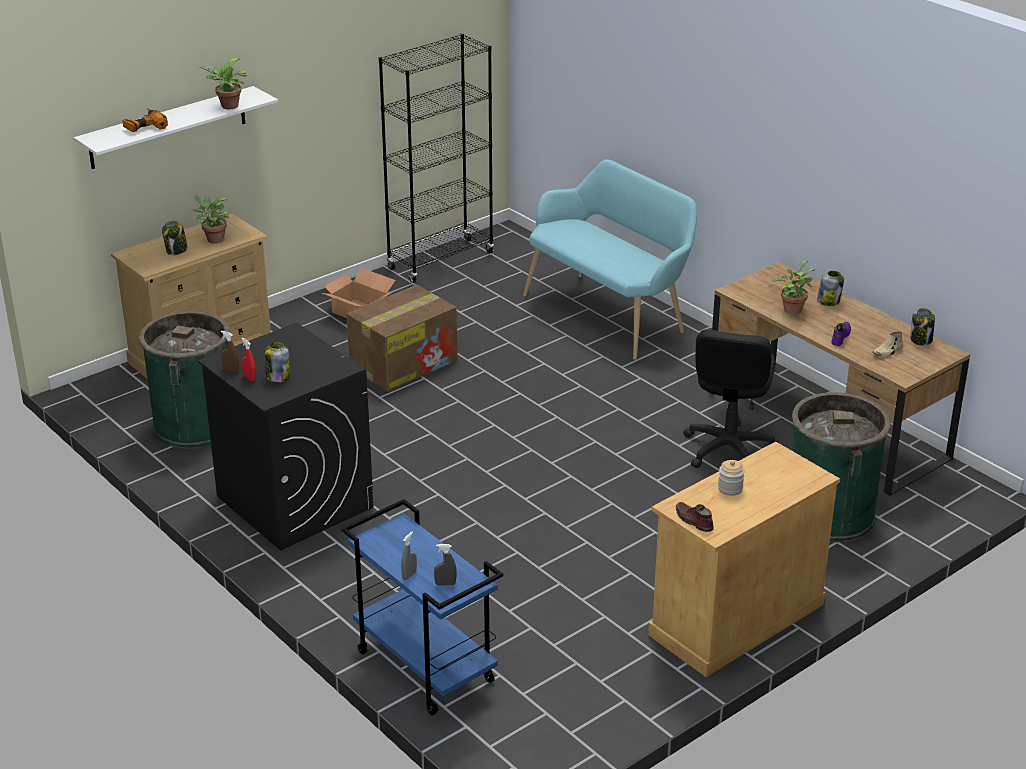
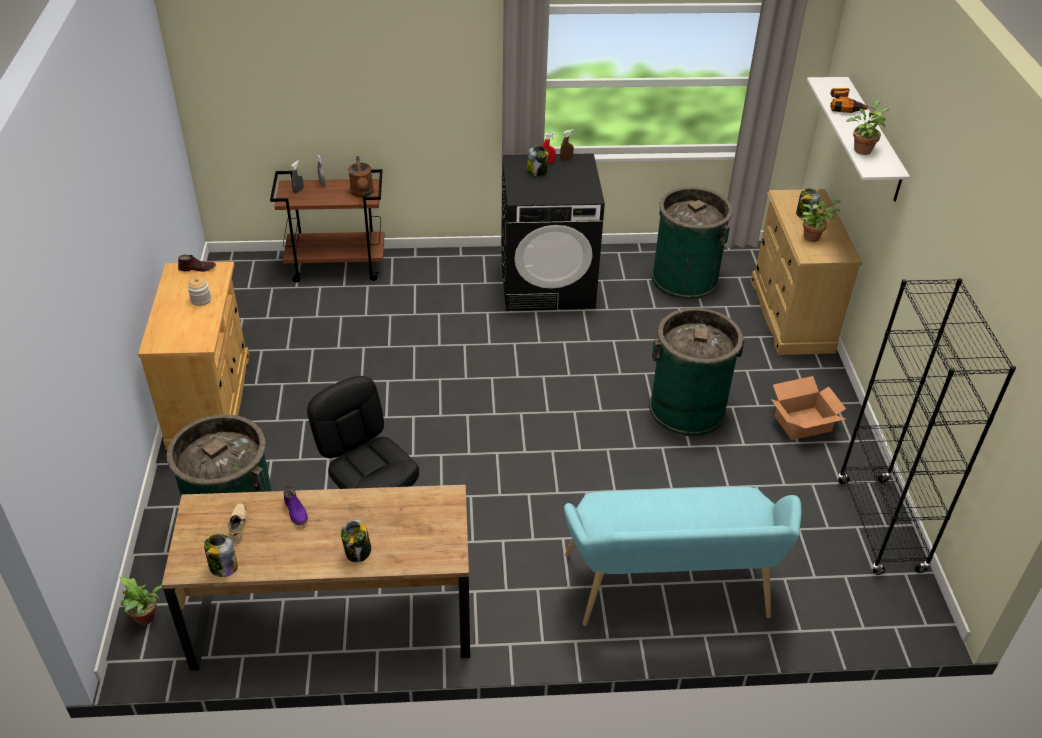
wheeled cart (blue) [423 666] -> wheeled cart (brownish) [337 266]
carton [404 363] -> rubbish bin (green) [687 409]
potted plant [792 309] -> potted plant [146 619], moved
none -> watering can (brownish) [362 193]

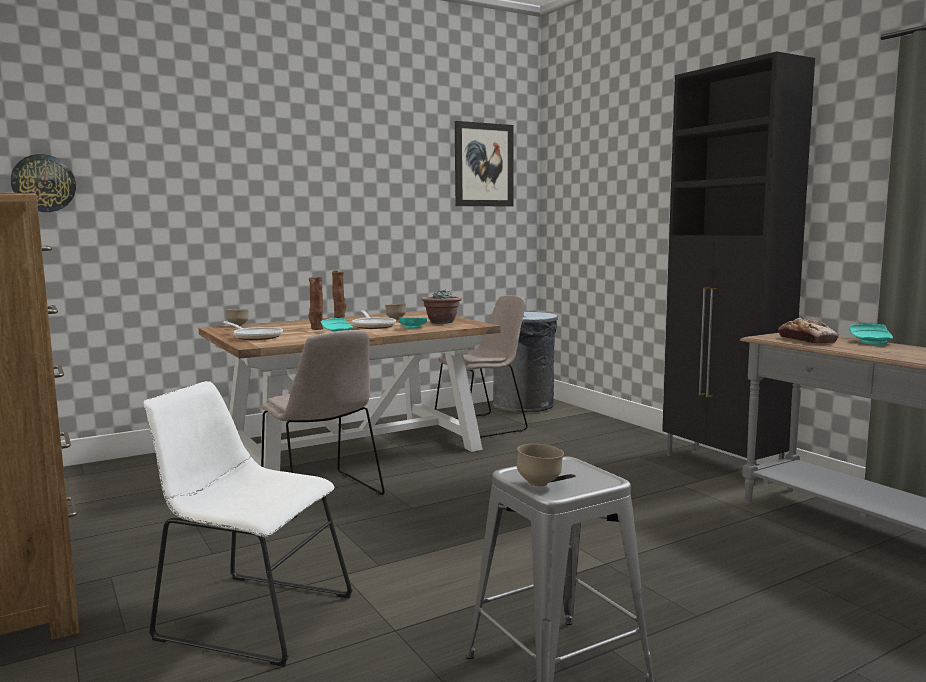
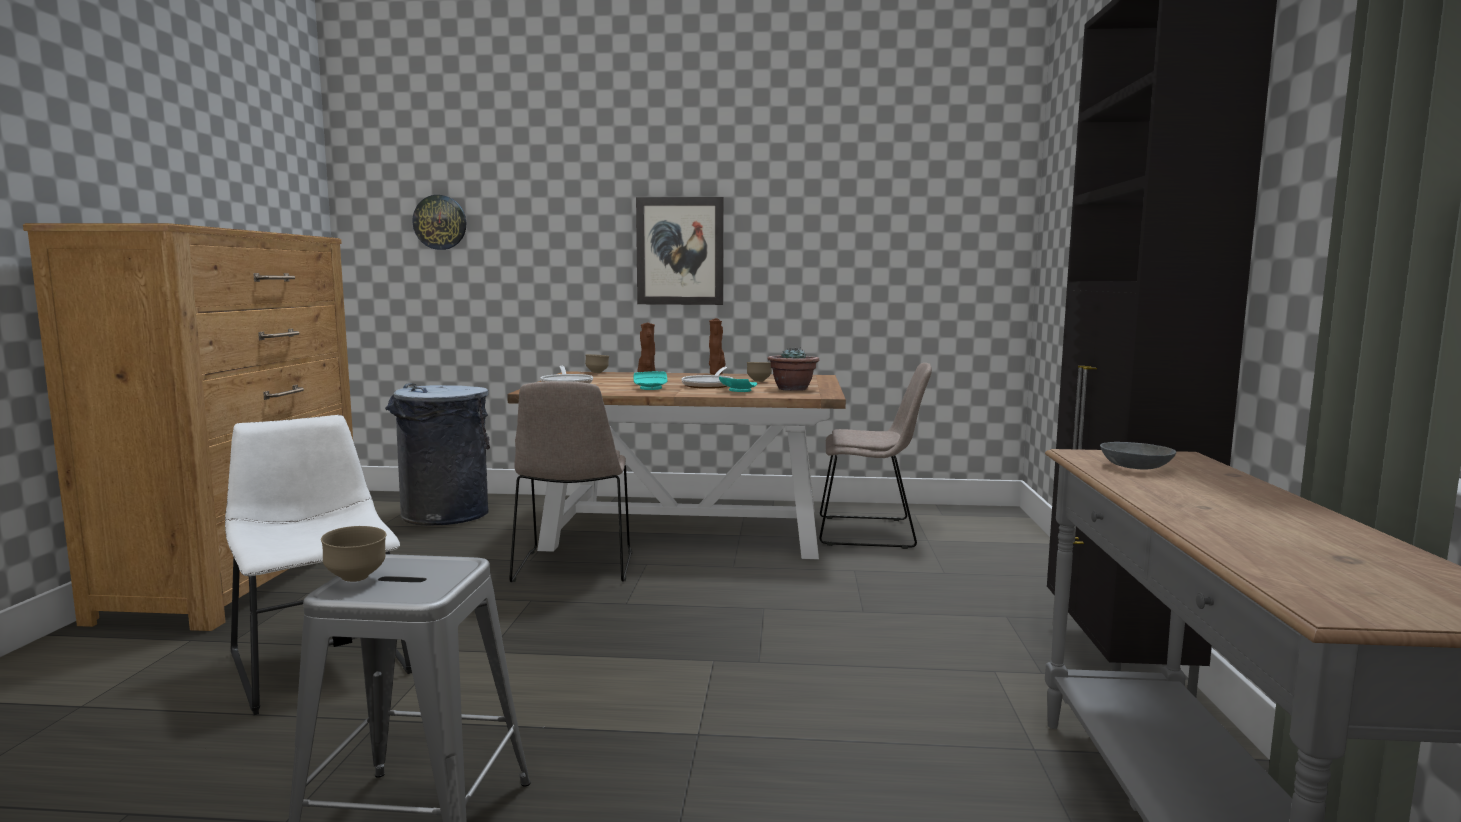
picture [483 165] -> picture [680 251], moved
rubbish bin (grey) [524 406] -> rubbish bin (grey) [445 515], moved
baked bread [807 340] -> deep dish (grey) [1137 467]
dinner plate (turquoise) [872 342] -> none

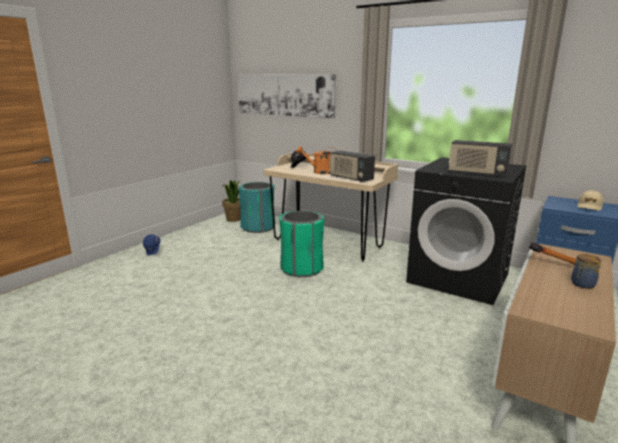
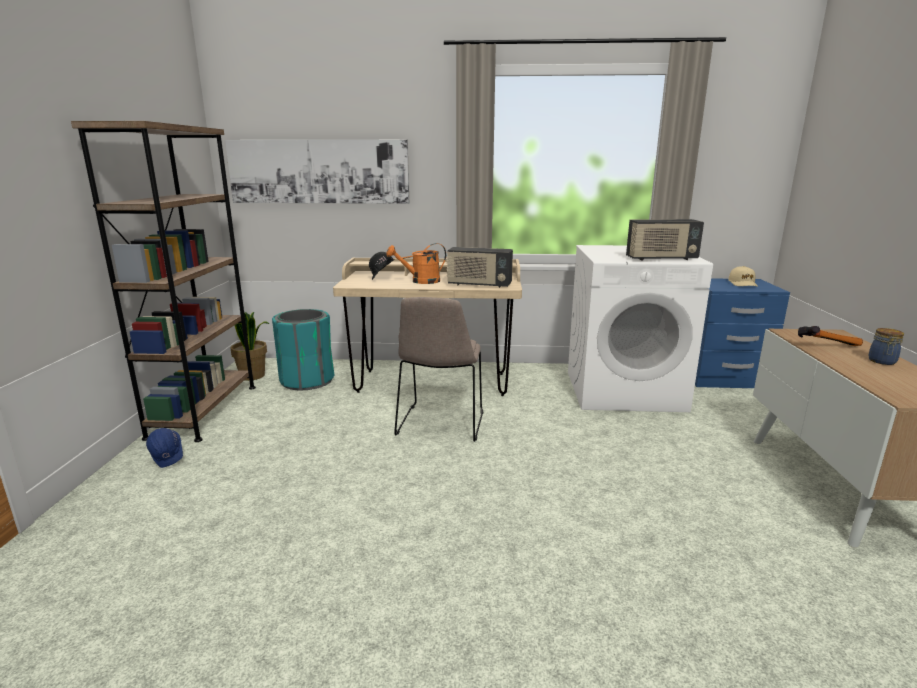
rubbish bin (green) [301 268] -> chair (beige) [440 425]
laundry machine (black) [459 278] -> laundry machine (white) [624 390]
none -> bookcase (brownish) [204 411]

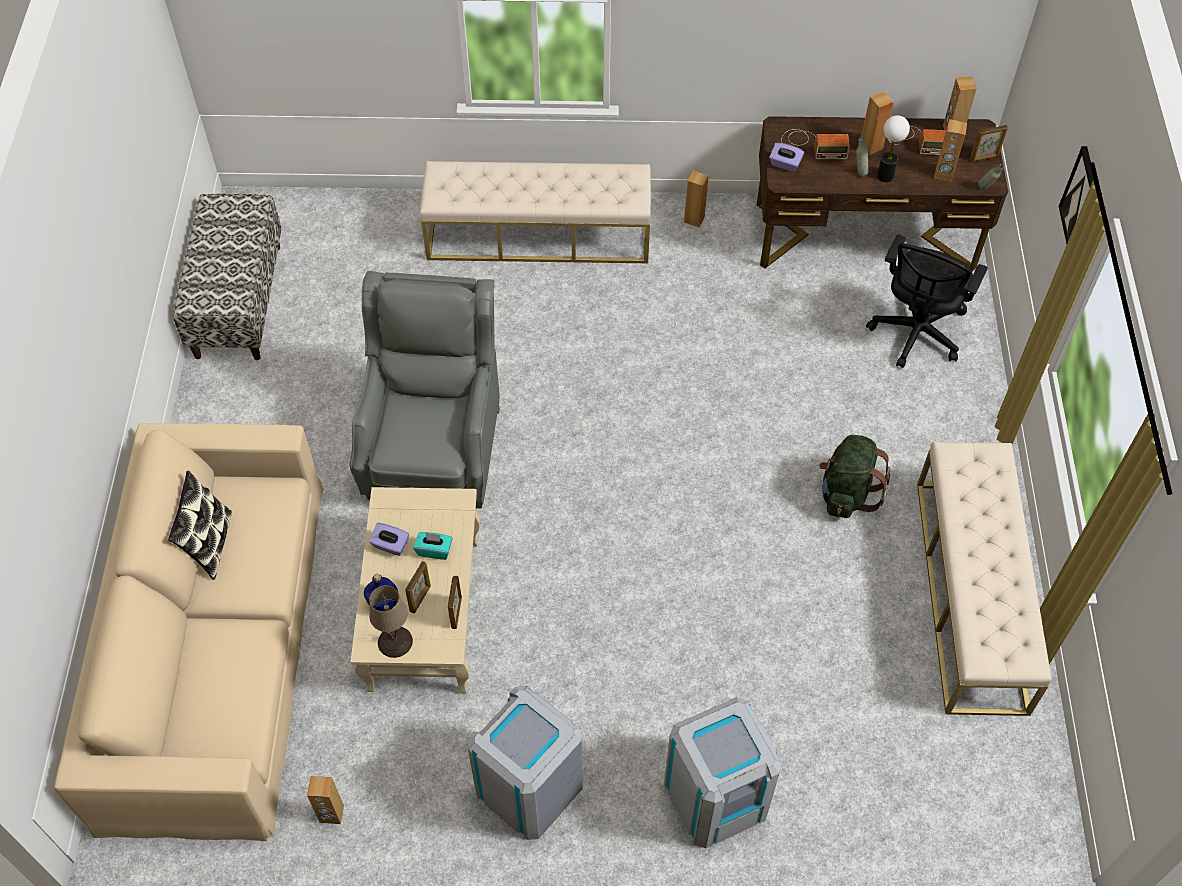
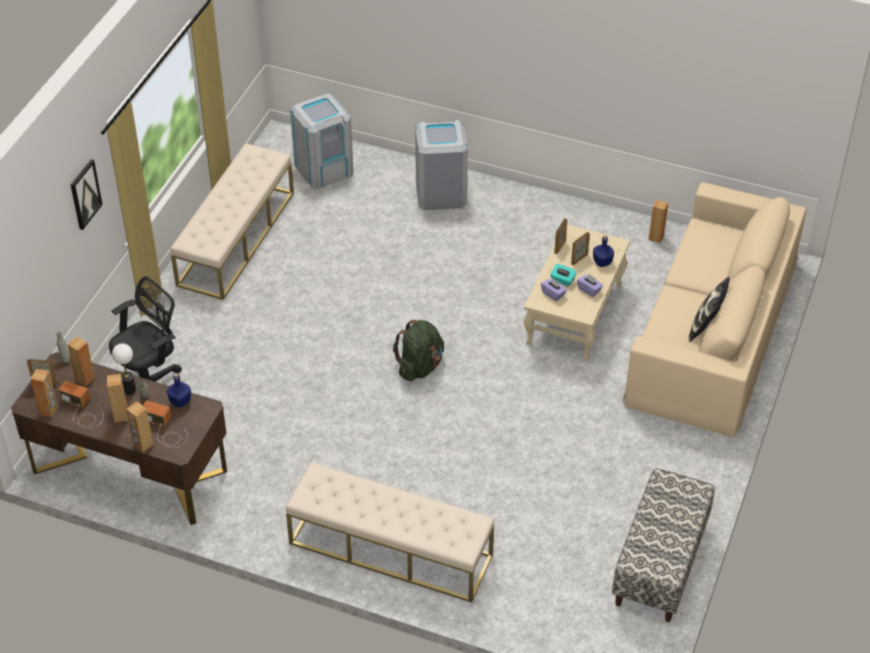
lounge chair (grey) [434 448] -> none
tabletop lamp (beige) [394 642] -> none
rubbish bin (grey) [529 788] -> rubbish bin (grey) [324 168], moved
audio speaker (brownish) [694 219] -> audio speaker (brownish) [143 444], moved
box of tissues (purplish) [785 164] -> box of tissues (purplish) [553 294], moved
knapsack (green) [846 493] -> knapsack (green) [420 367], moved
none -> bottle (blue) [180 401]

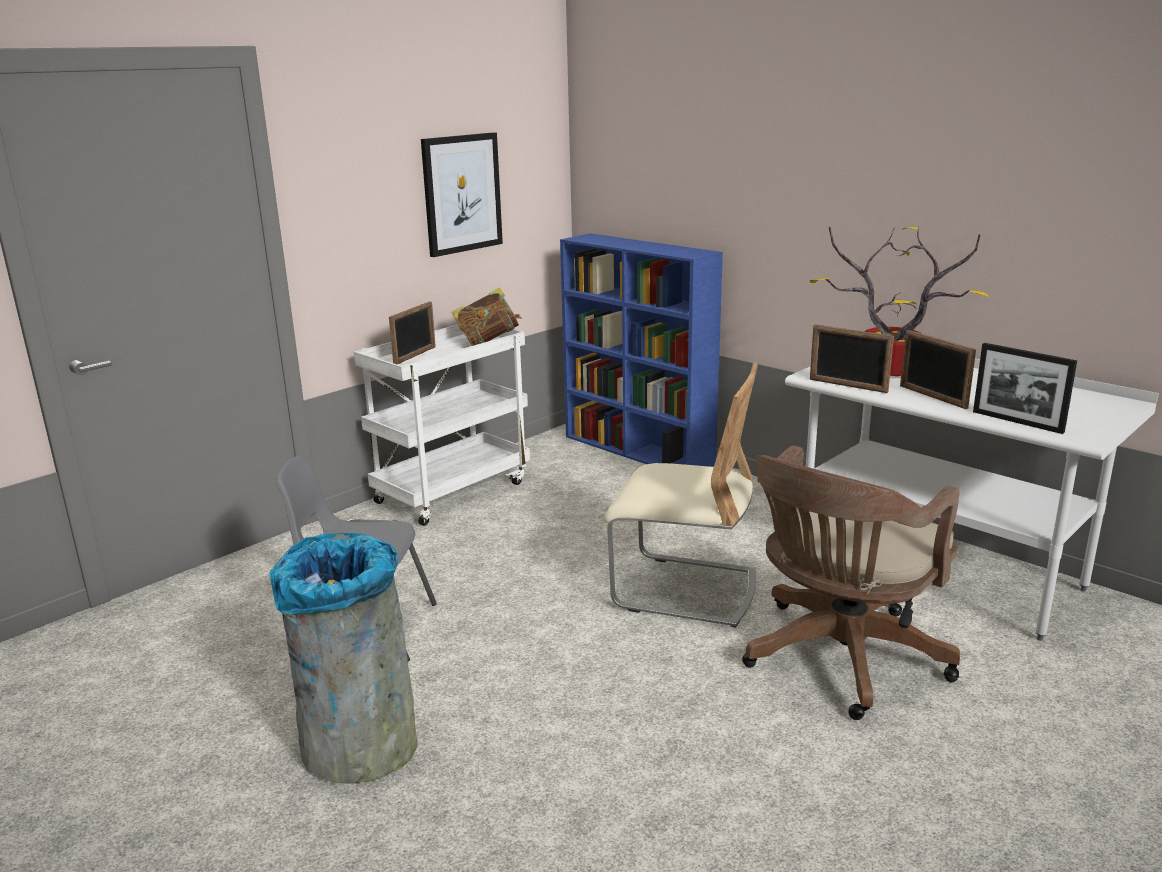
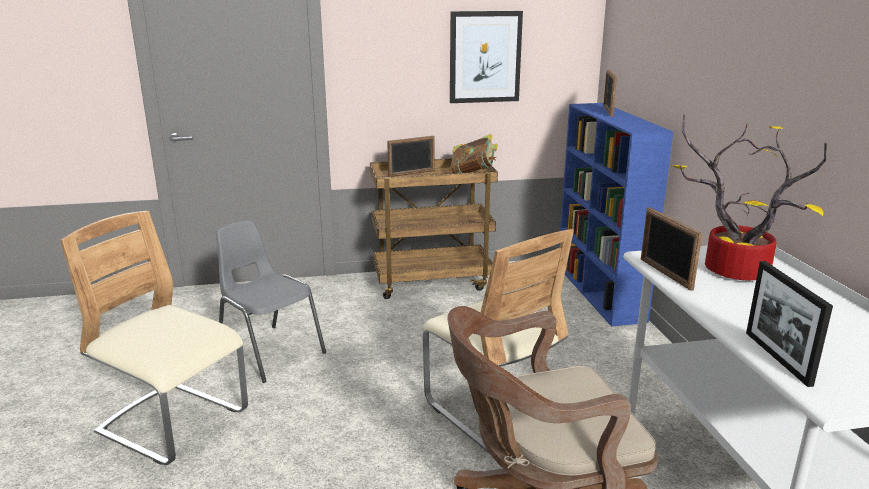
rubbish bin (grey) [359 747] -> chair (beige) [174 423]
wheeled cart (white) [452 491] -> wheeled cart (brownish) [432 281]
picture frame [932 397] -> picture frame [608 111], moved

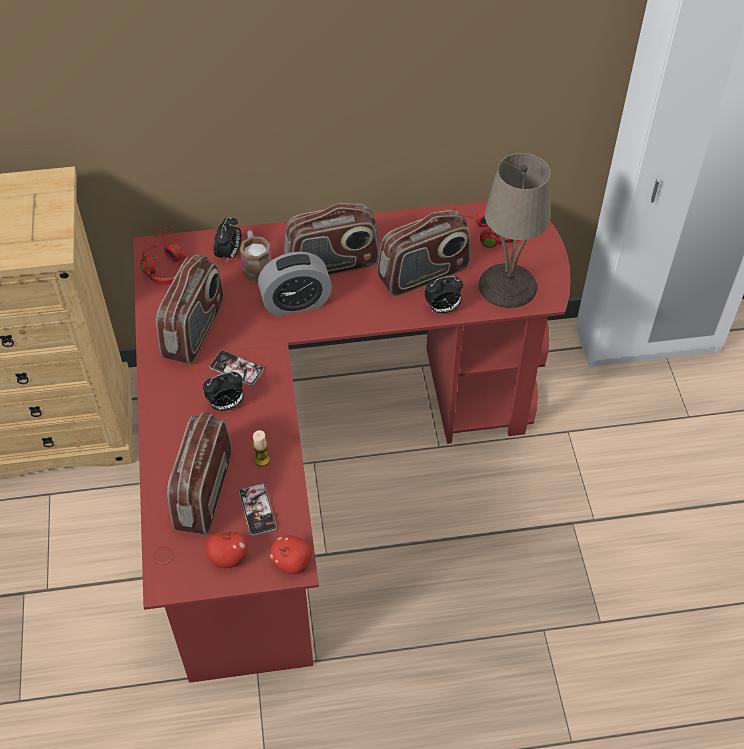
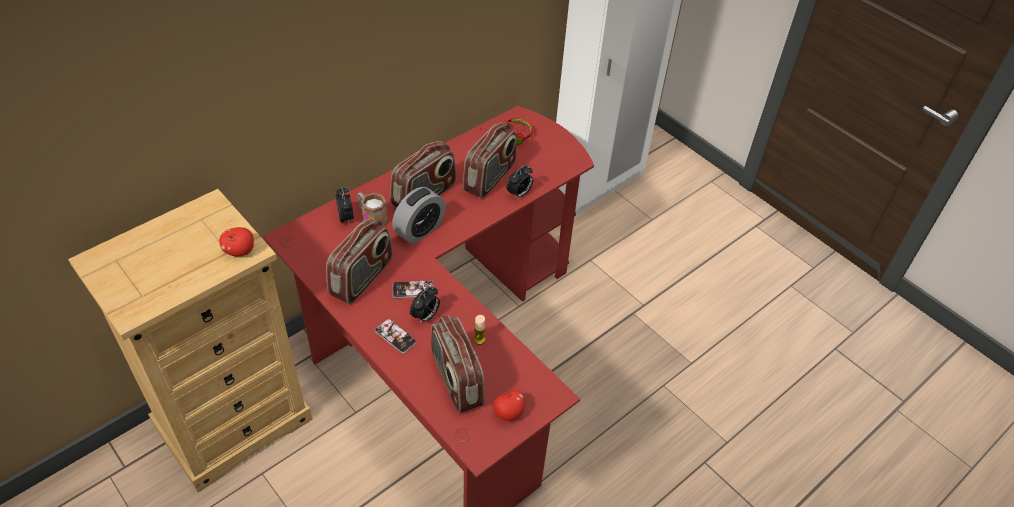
headset (red) [165 264] -> none
radio set [195 330] -> radio set [362 278], 45 degrees clockwise
telephone [257 509] -> telephone [395 336], moved
apple [292 563] -> apple [240 251], moved
tabletop lamp (beige) [508 285] -> none

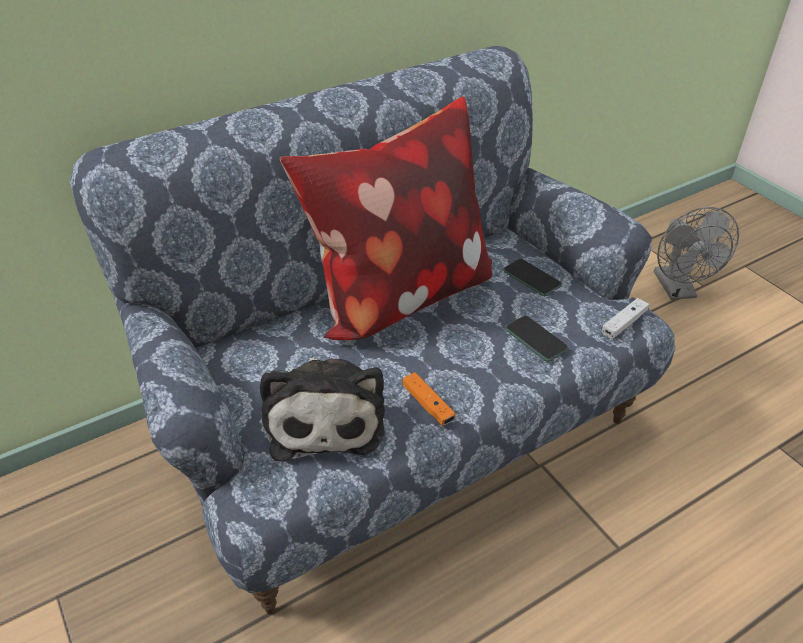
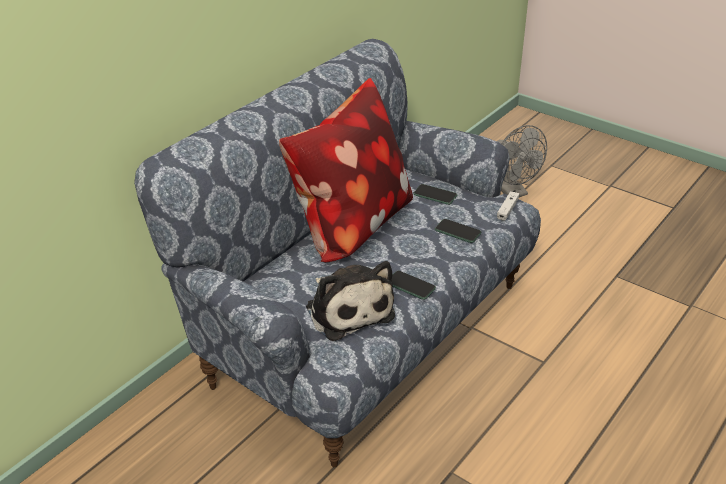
gamepad (orangey) [428 405] -> telephone [410 286]

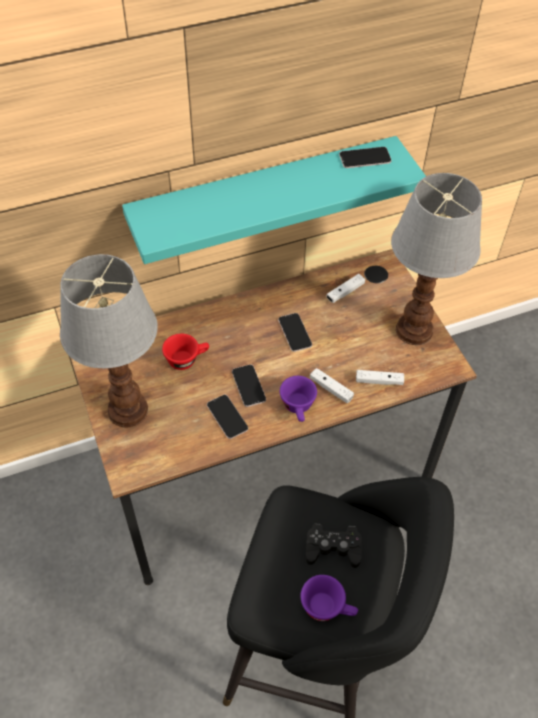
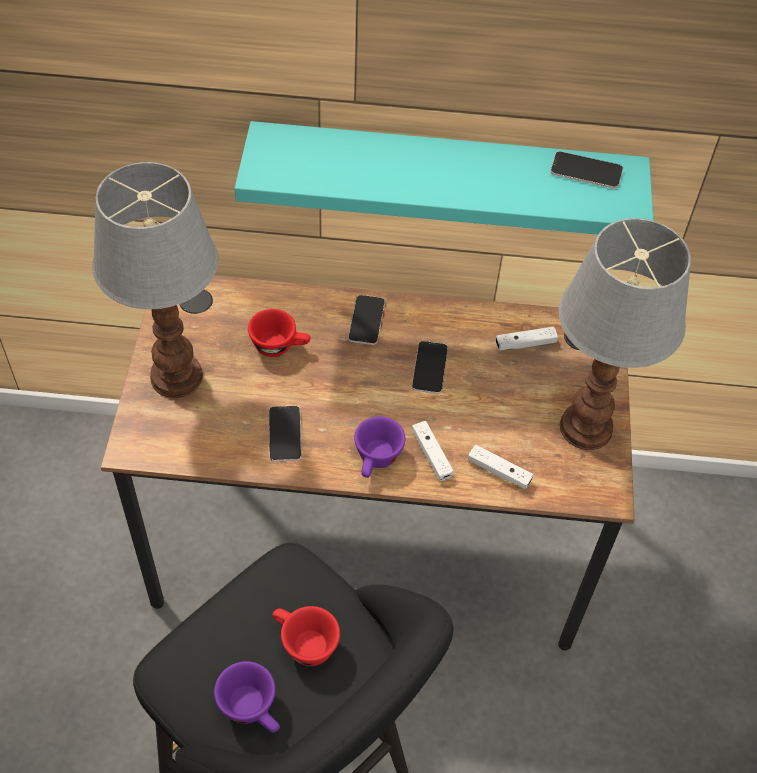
telephone [248 386] -> telephone [366 320], moved
gamepad (black) [332 548] -> drinking cup (red) [303 643]

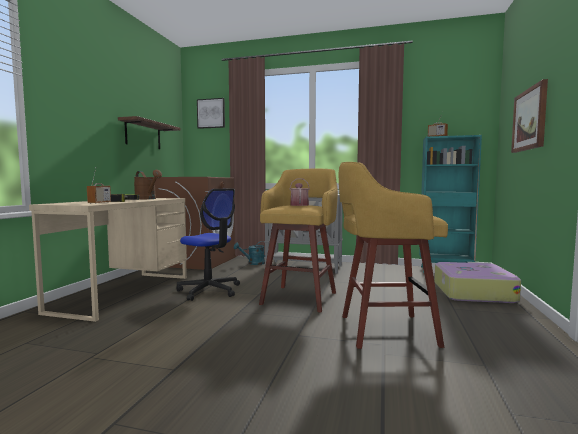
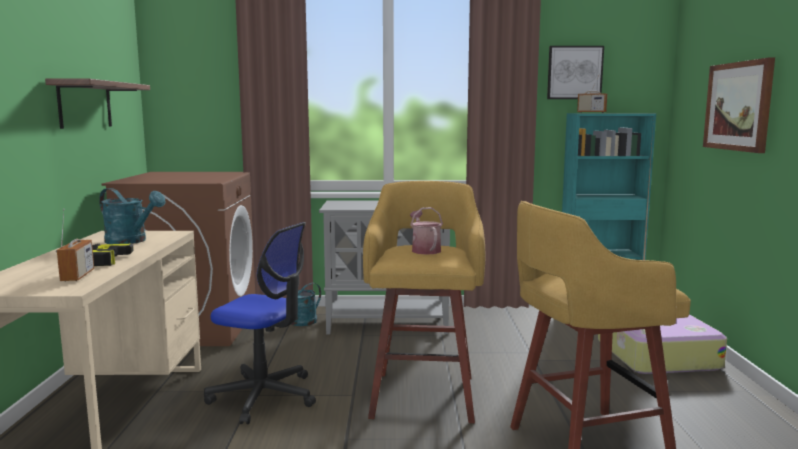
watering can (brownish) [147 199] -> watering can (turquoise) [131 241]
picture [211 113] -> picture [574 72], moved

